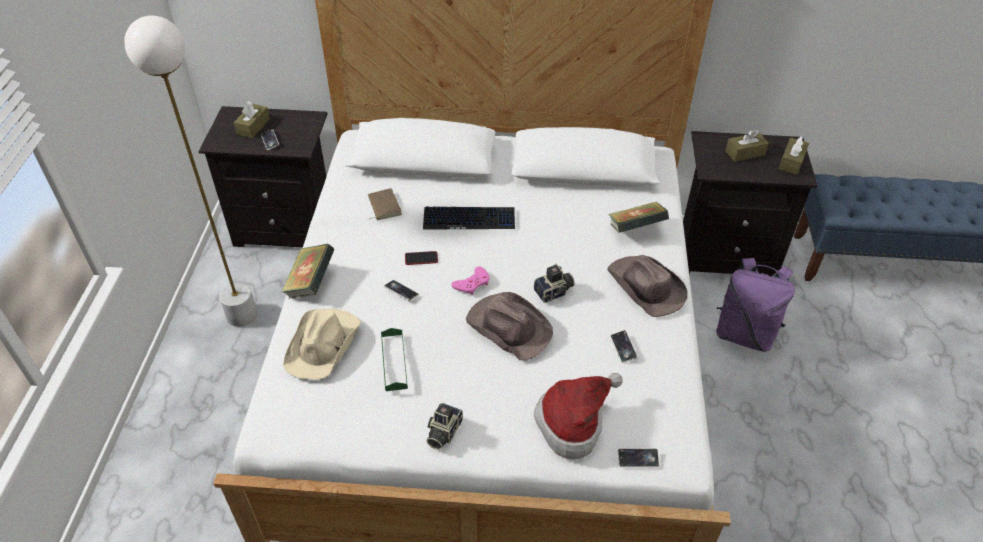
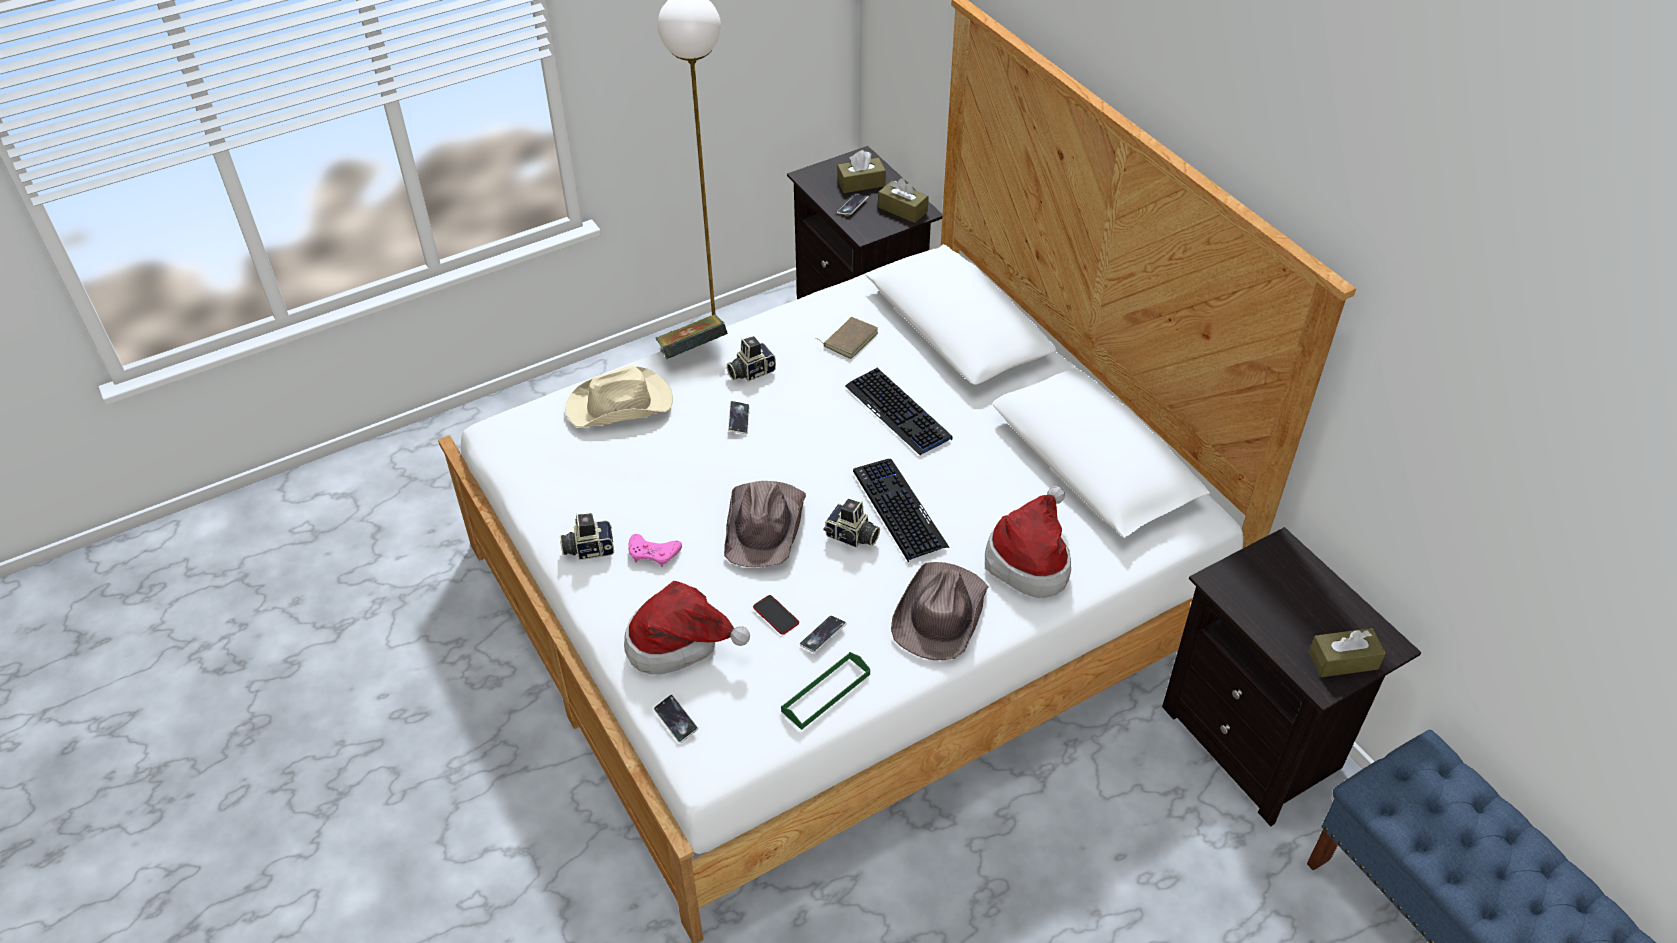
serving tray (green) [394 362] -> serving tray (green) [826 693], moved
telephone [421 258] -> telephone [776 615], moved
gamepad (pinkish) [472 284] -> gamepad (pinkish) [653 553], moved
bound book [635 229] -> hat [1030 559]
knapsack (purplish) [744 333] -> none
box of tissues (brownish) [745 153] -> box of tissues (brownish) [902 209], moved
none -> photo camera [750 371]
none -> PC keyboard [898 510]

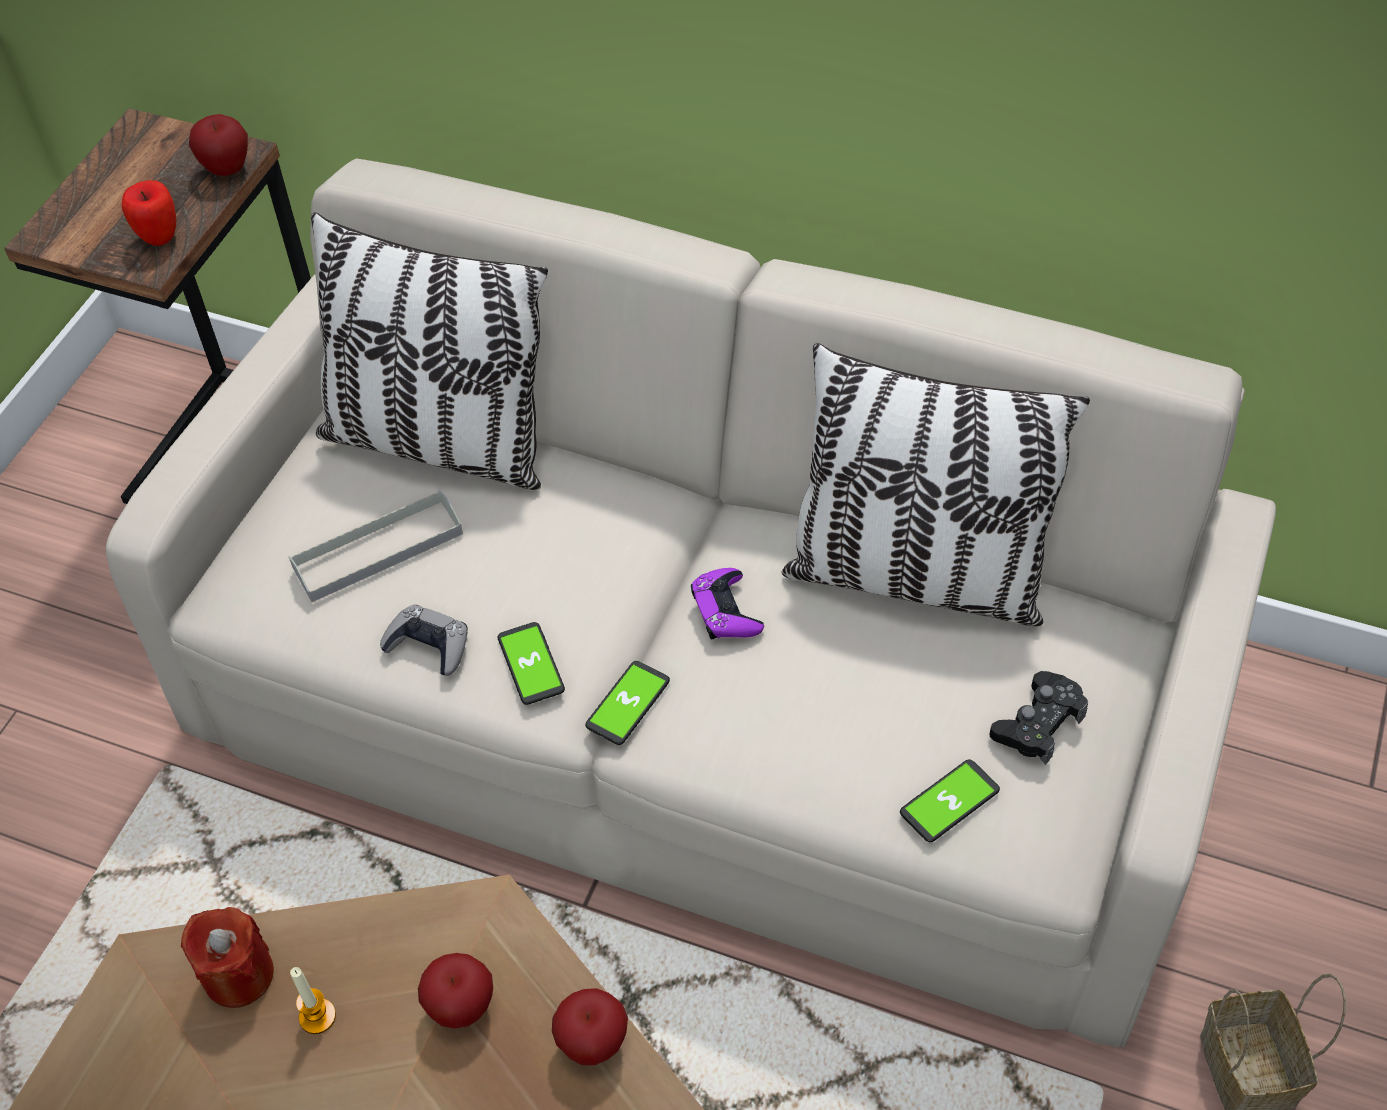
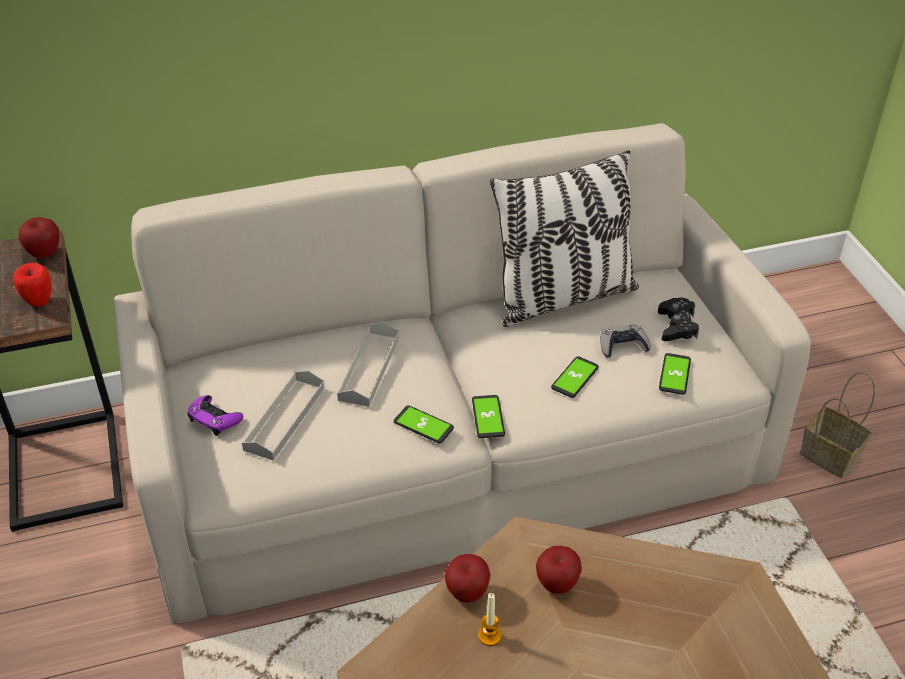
candle (red) [238 975] -> none
throw pillow [439 442] -> none
gamepad (grey) [428 645] -> gamepad (grey) [622 345], moved
apple [593 1044] -> apple [467 593], moved
gamepad (purplish) [726 611] -> gamepad (purplish) [214 418], moved
none -> serving tray (grey) [369 368]
none -> telephone [575 378]

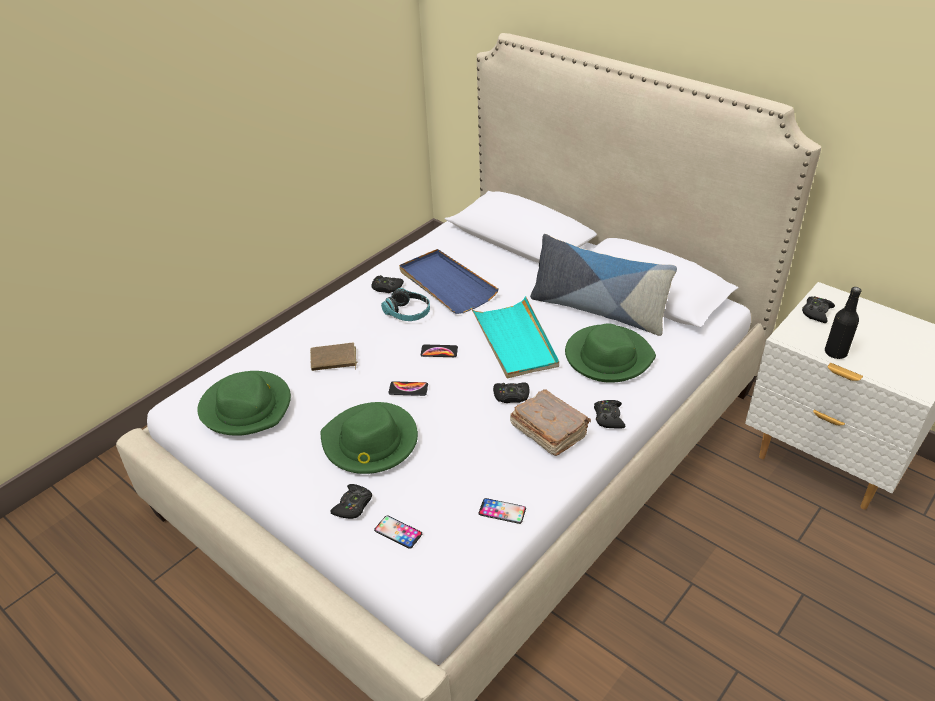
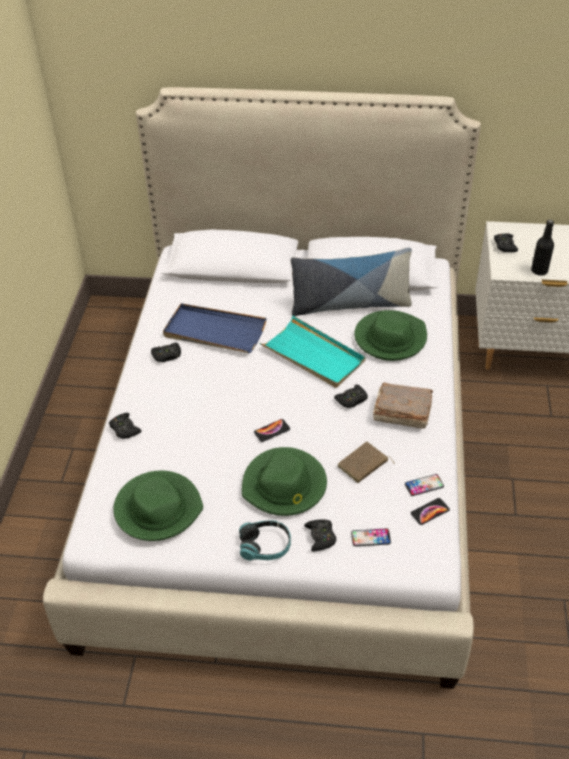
bound book (brownish) [333 360] -> bound book (brownish) [363 465], moved
headset [408 313] -> headset [265 546], moved
telephone [439 351] -> telephone [430 512], moved
gamepad (black) [608 417] -> gamepad (black) [124 429], moved

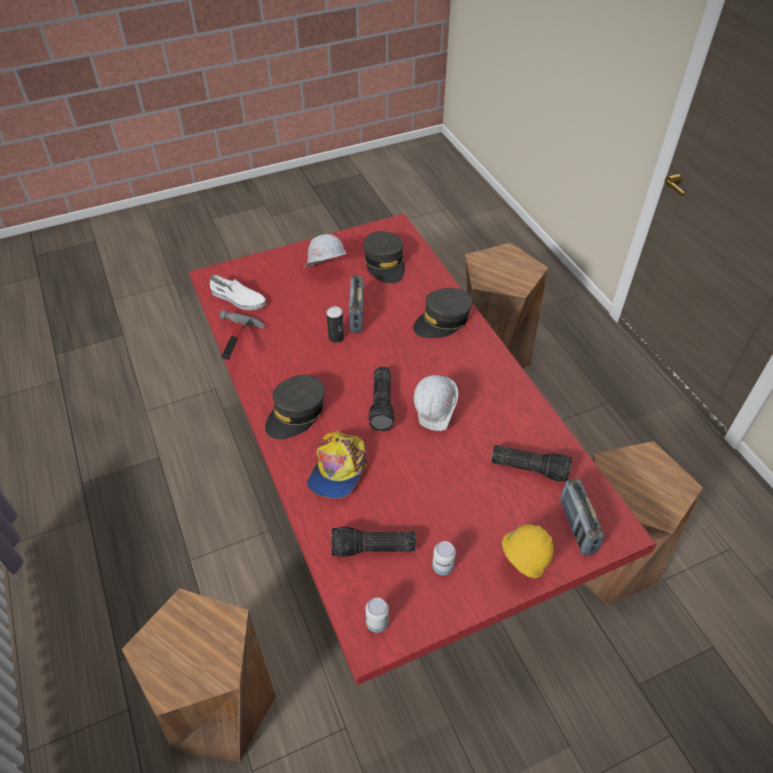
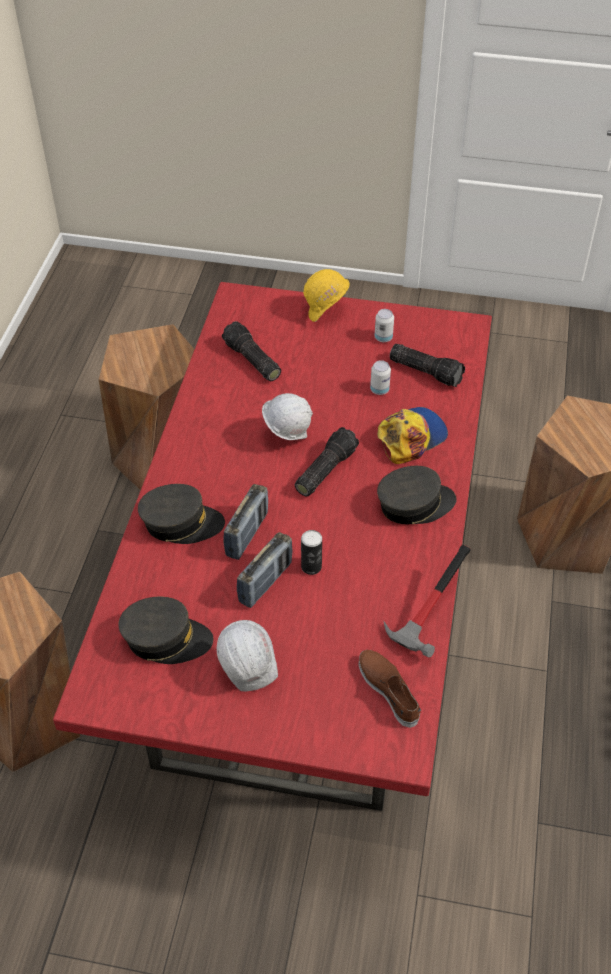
item of footwear (white) [238 299] -> item of footwear (brownish) [389 690]
peaked cap (grey) [385 264] -> peaked cap (grey) [166 639], 75 degrees clockwise
metal can [377 622] -> metal can [379 390], moved
radio set [576 527] -> radio set [247 534], moved

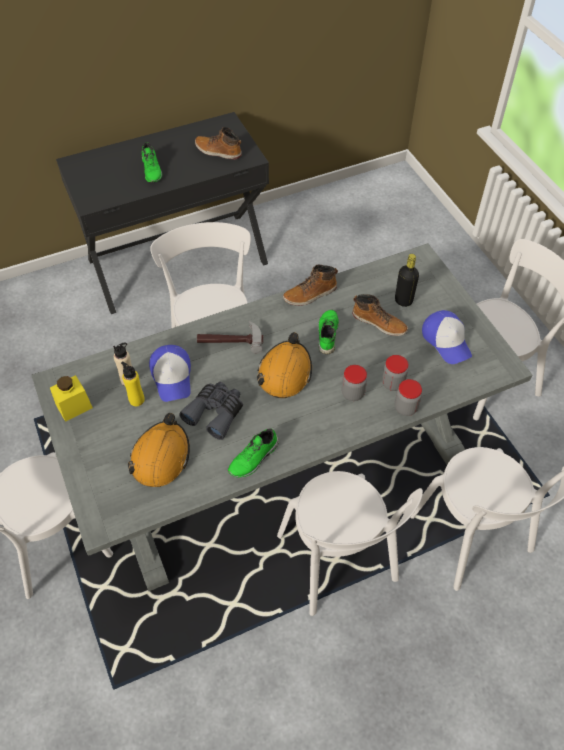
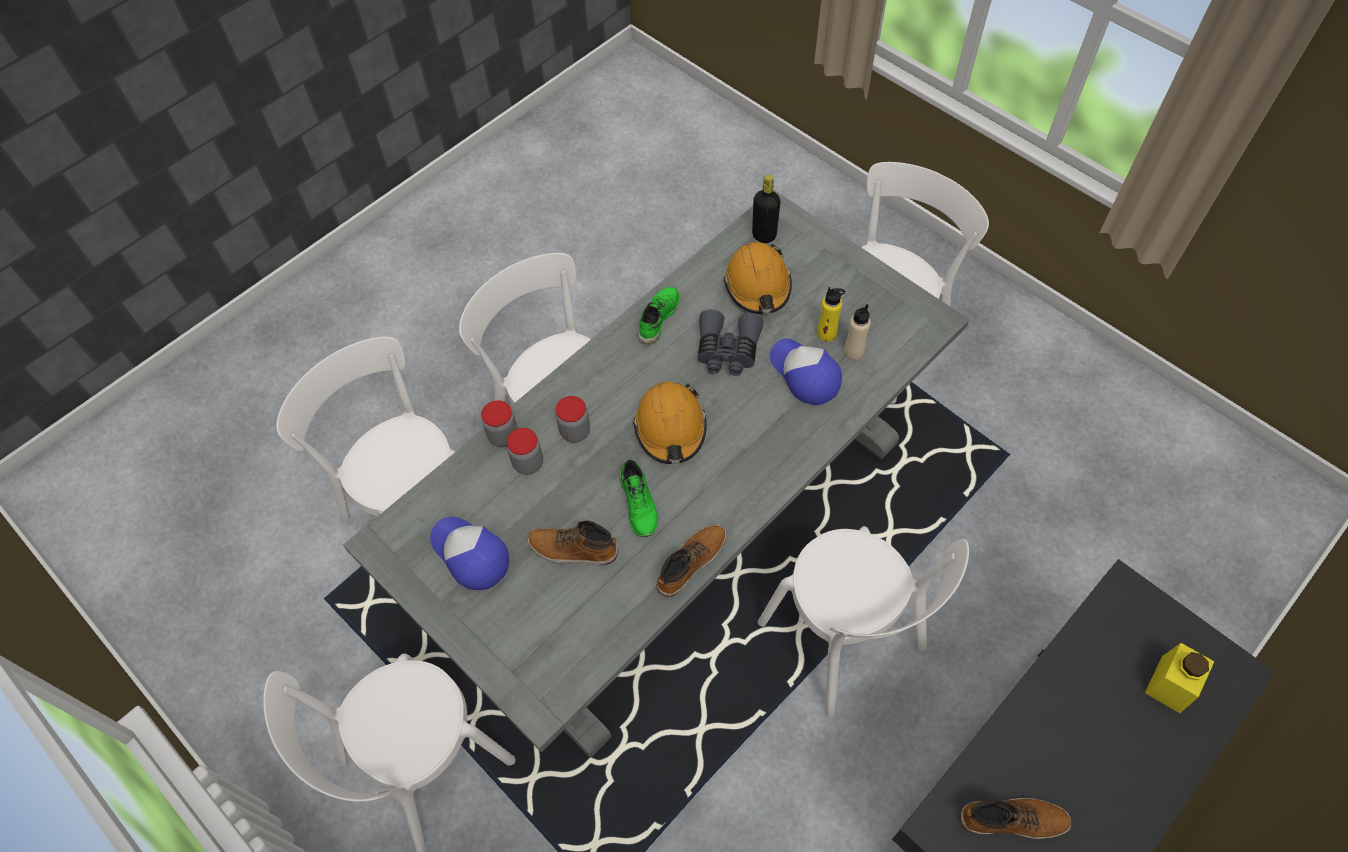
storage jar (yellow-coloured) [74 406] -> storage jar (yellow-coloured) [1170 684], moved
item of footwear (green) [152 170] -> none
tool hammer [230 340] -> none
bottle (black) [403 300] -> bottle (black) [764 235], moved

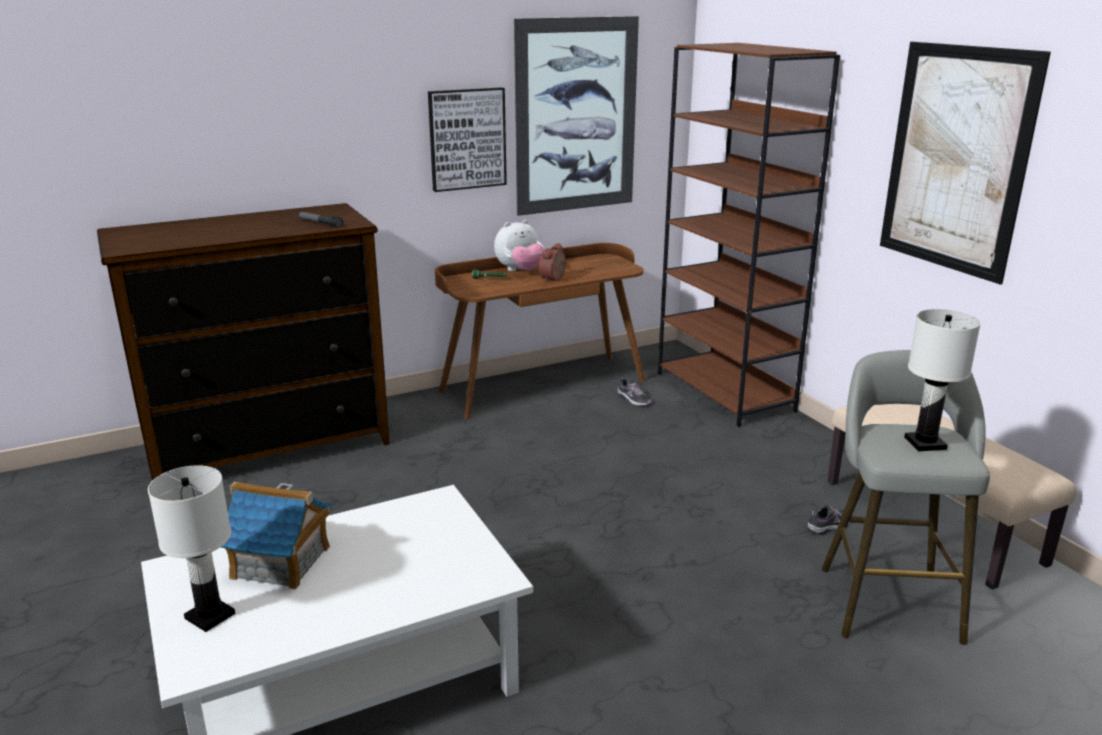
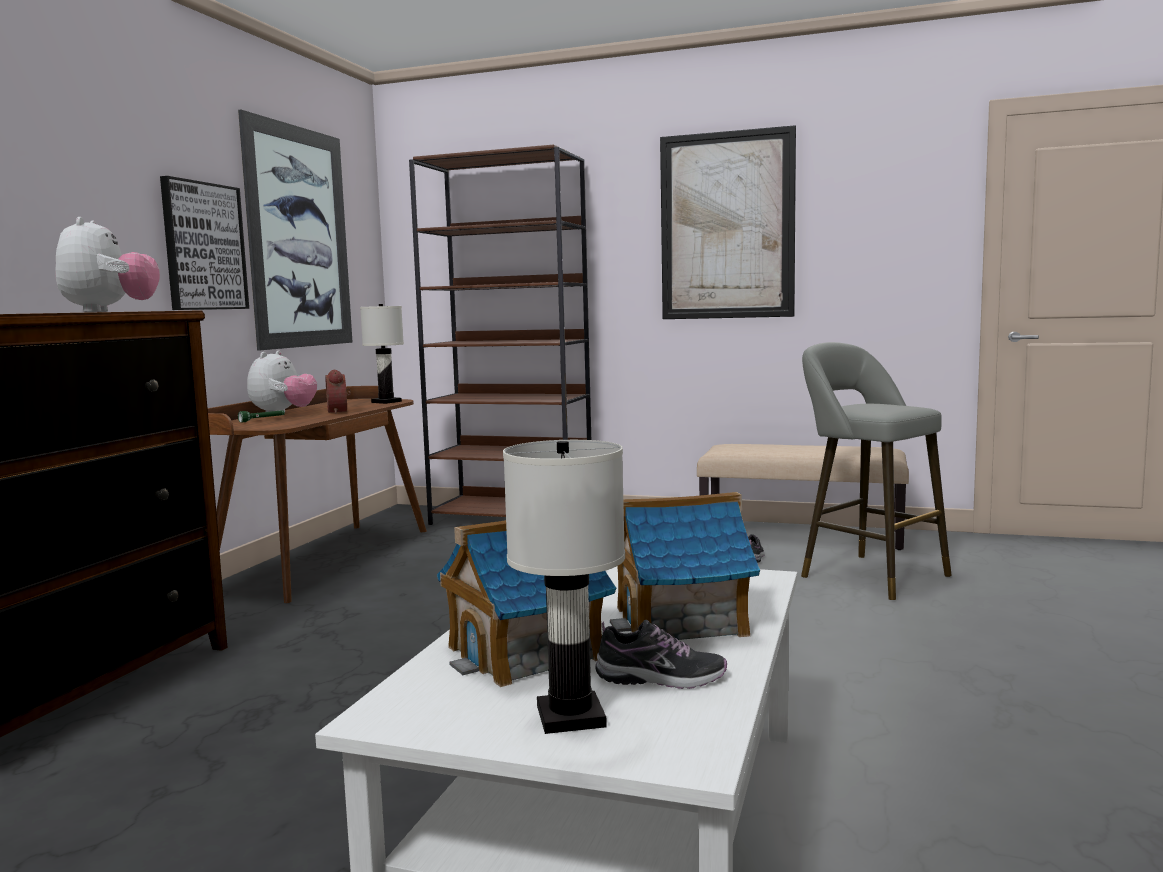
hand torch [320 223] -> plush toy [110 311]
item of footwear [633 399] -> item of footwear [661 678], moved
tabletop lamp (white) [925 443] -> tabletop lamp (white) [387 402], moved
none -> toy house [681 621]

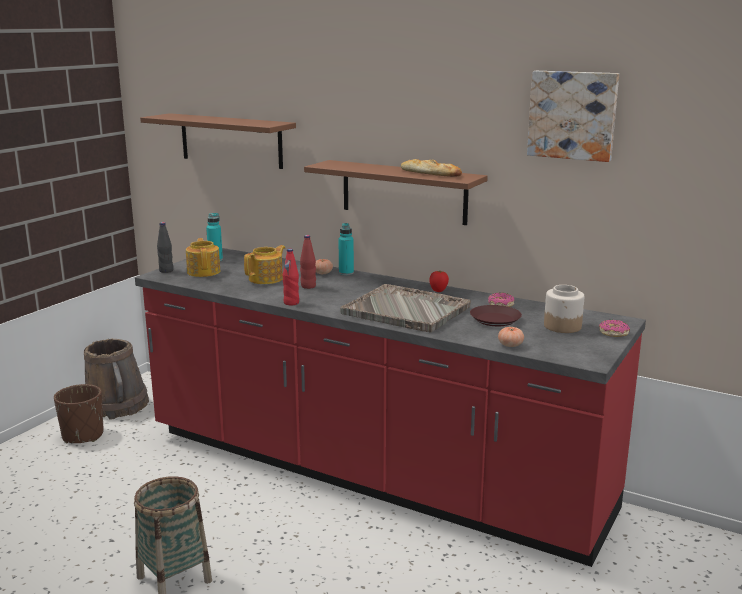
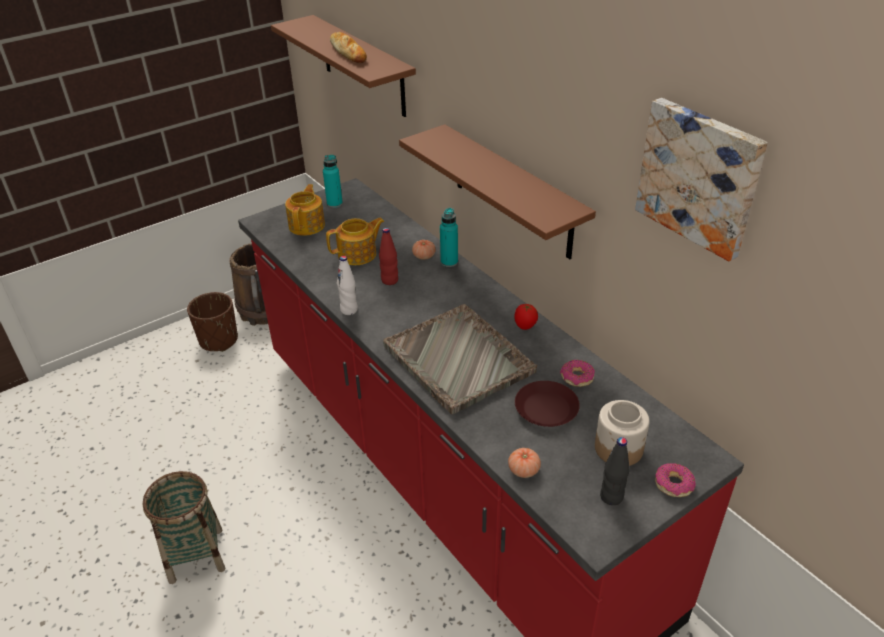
bottle (black) [166 271] -> bottle (black) [611 497], moved
bottle (red) [291 303] -> bottle (white) [349 310]
baked bread [430 173] -> baked bread [348 52], moved

